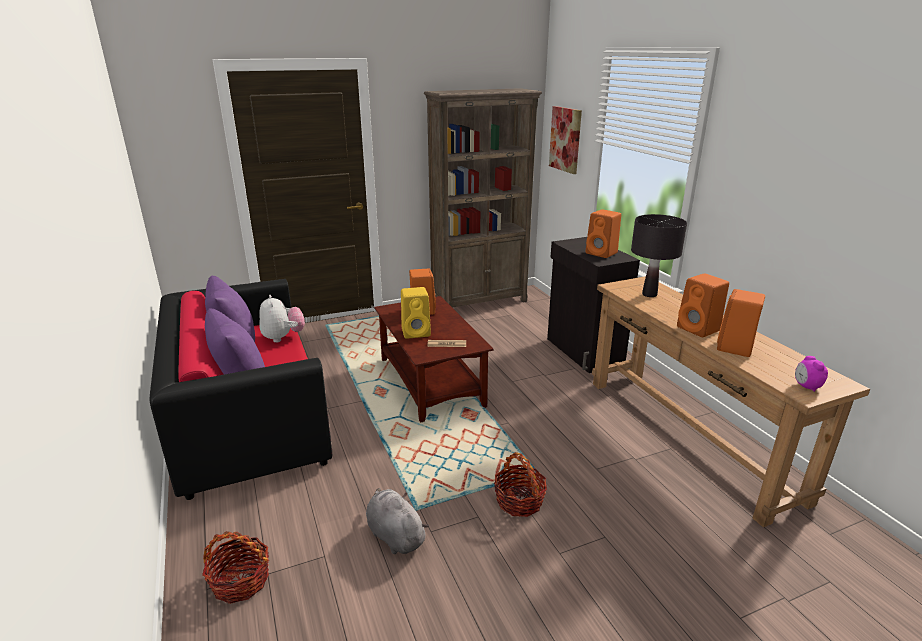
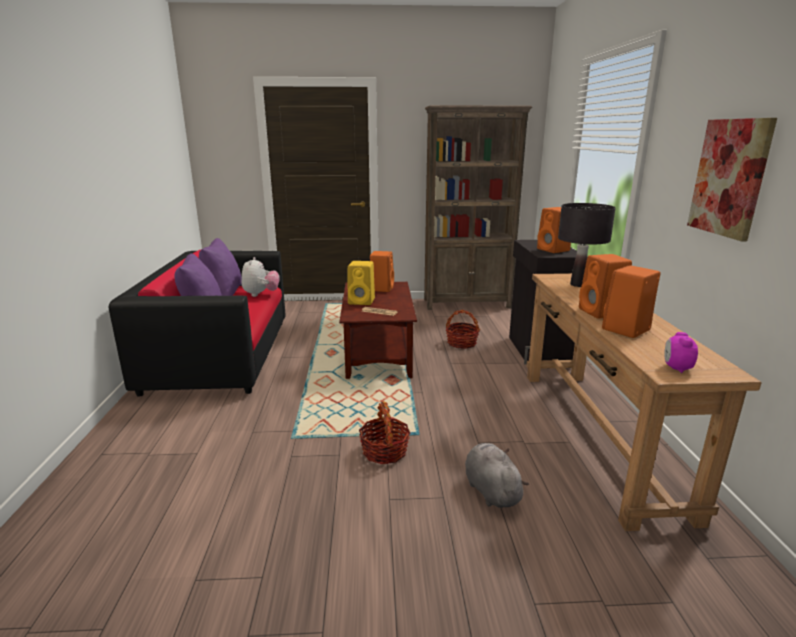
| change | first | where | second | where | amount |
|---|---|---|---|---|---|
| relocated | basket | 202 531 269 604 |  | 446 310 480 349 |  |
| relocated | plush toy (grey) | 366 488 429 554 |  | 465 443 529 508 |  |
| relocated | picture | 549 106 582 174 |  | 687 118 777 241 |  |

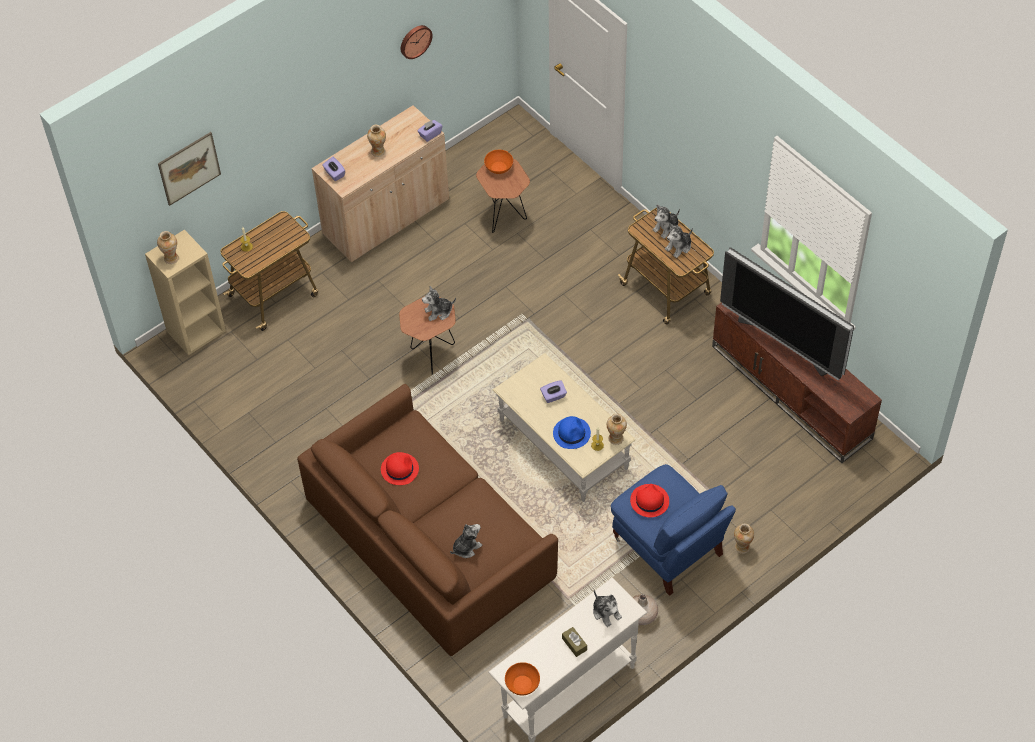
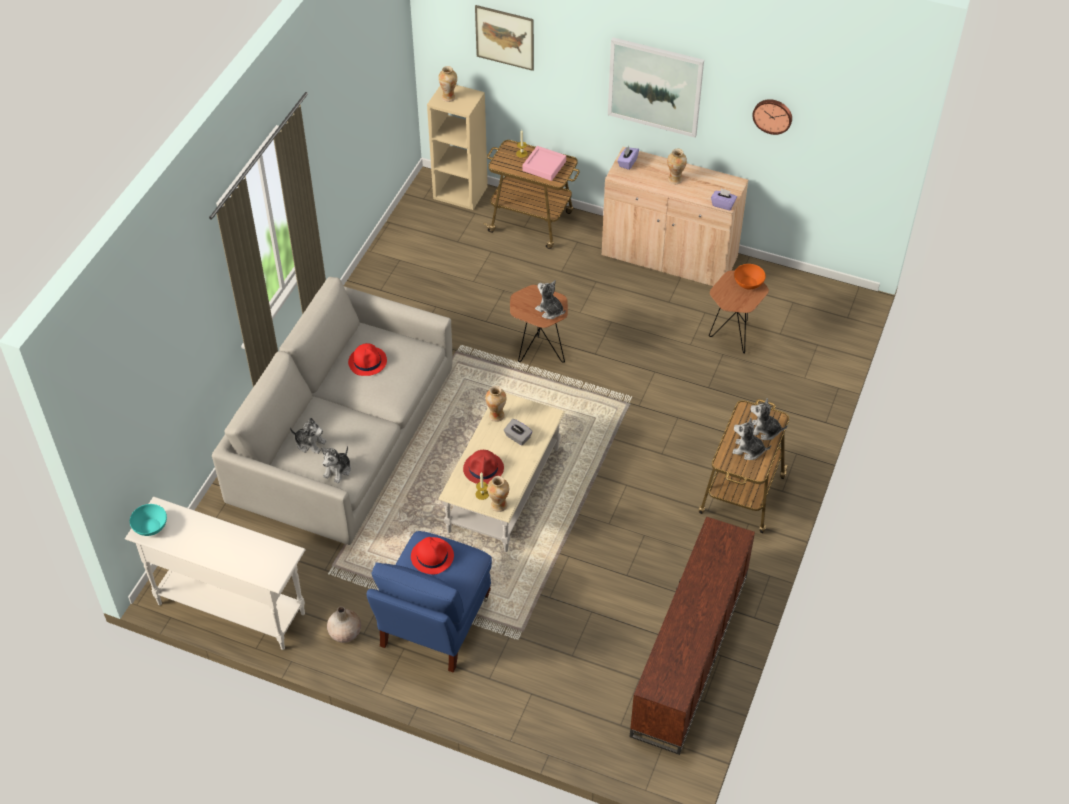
| change | first | where | second | where | amount |
|---|---|---|---|---|---|
| colour | sofa (brown) | 297 384 558 656 | sofa (grey) | 212 277 453 545 |  |
| colour | bowl (orange) | 505 662 540 695 | bowl (turquoise) | 130 504 167 536 |  |
| colour | tissue box (purple) | 540 380 567 403 | tissue box (grey) | 504 419 532 445 |  |
| colour | hat (blue) | 553 416 591 449 | hat (red) | 463 450 504 484 |  |
| missing | tissue box (brown) | 562 627 587 657 |  |  |  |
| relocated | plush toy | 593 590 622 627 |  | 321 446 351 484 |  |
| missing | television | 720 247 854 380 |  |  |  |
| relocated | vase | 734 523 754 554 |  | 485 386 506 422 |  |
| appeared |  |  | tray (pink) | 522 146 566 181 |  |
| appeared |  |  | picture | 608 37 704 138 |  |

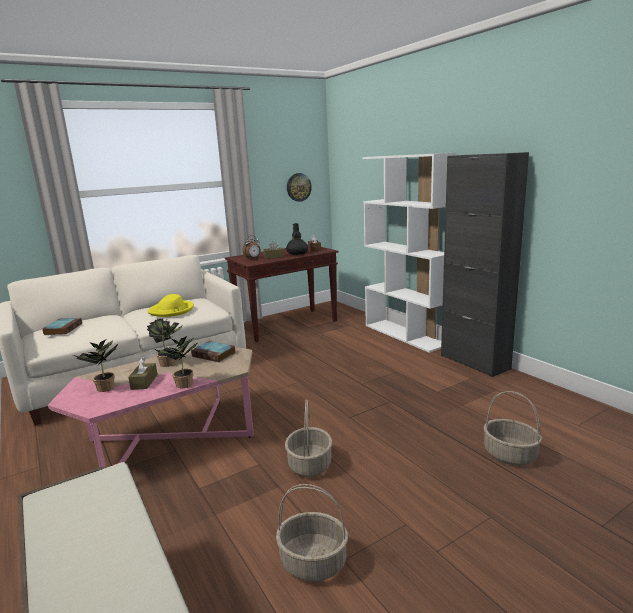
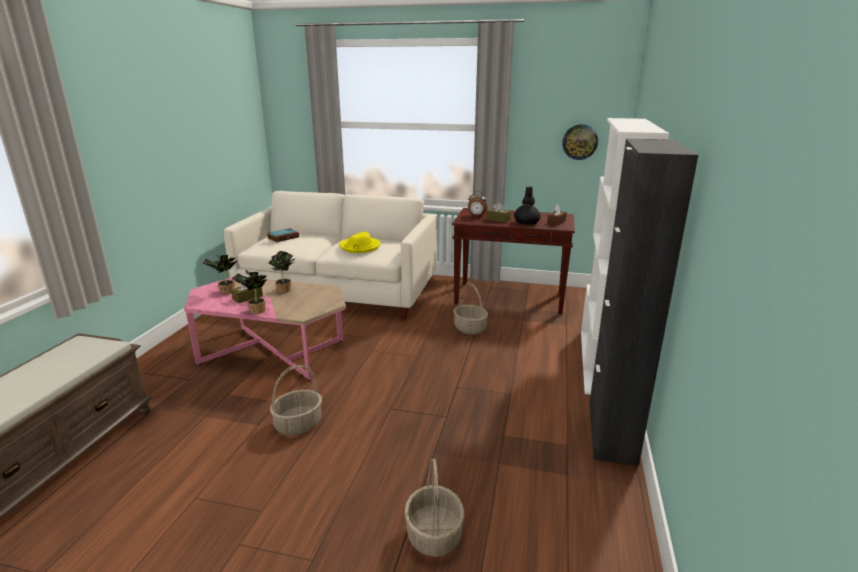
| change | first | where | second | where | amount |
|---|---|---|---|---|---|
| missing | book | 191 341 235 362 |  |  |  |
| relocated | basket | 276 484 348 581 |  | 453 283 488 335 |  |

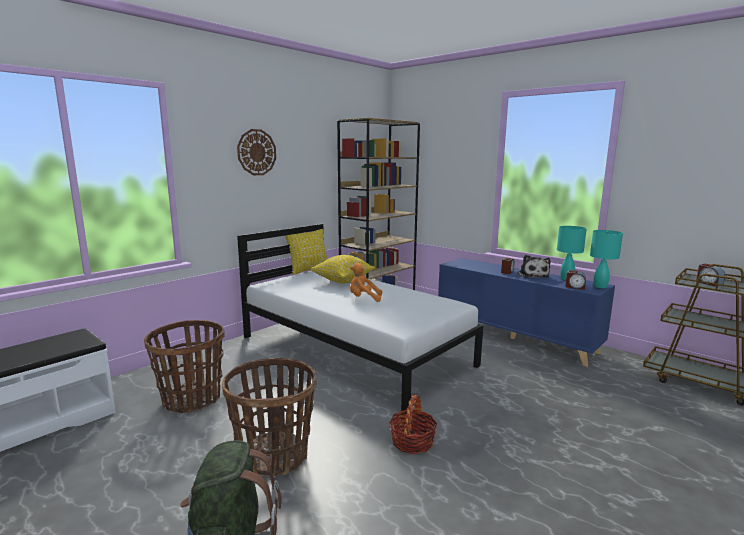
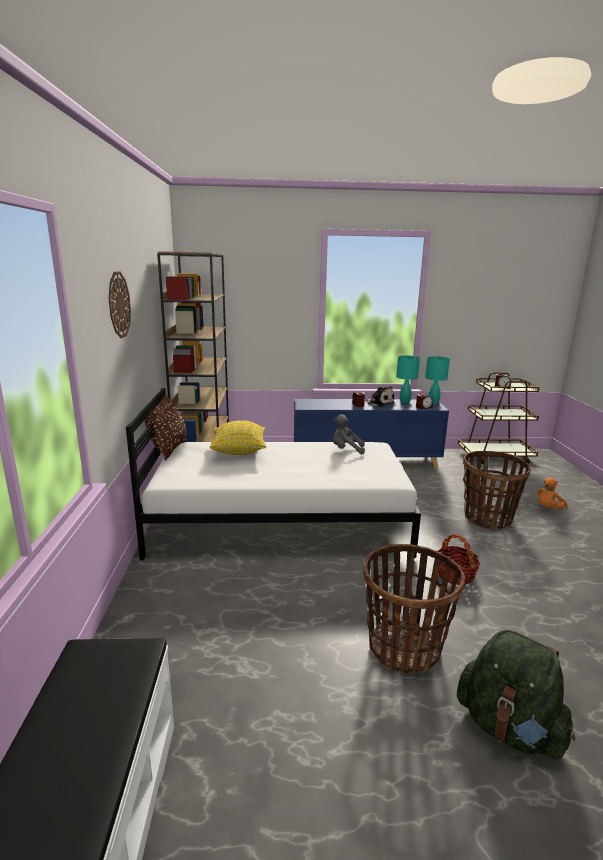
| change | first | where | second | where | amount |
|---|---|---|---|---|---|
| relocated | basket | 144 320 225 413 |  | 463 451 531 530 |  |
| colour | pillow (yellow) | 285 229 328 275 | pillow (brown) | 144 395 187 460 |  |
| relocated | plush toy (orange) | 350 263 382 302 |  | 537 478 567 510 |  |
| appeared |  |  | plush toy (grey) | 333 414 365 454 |  |

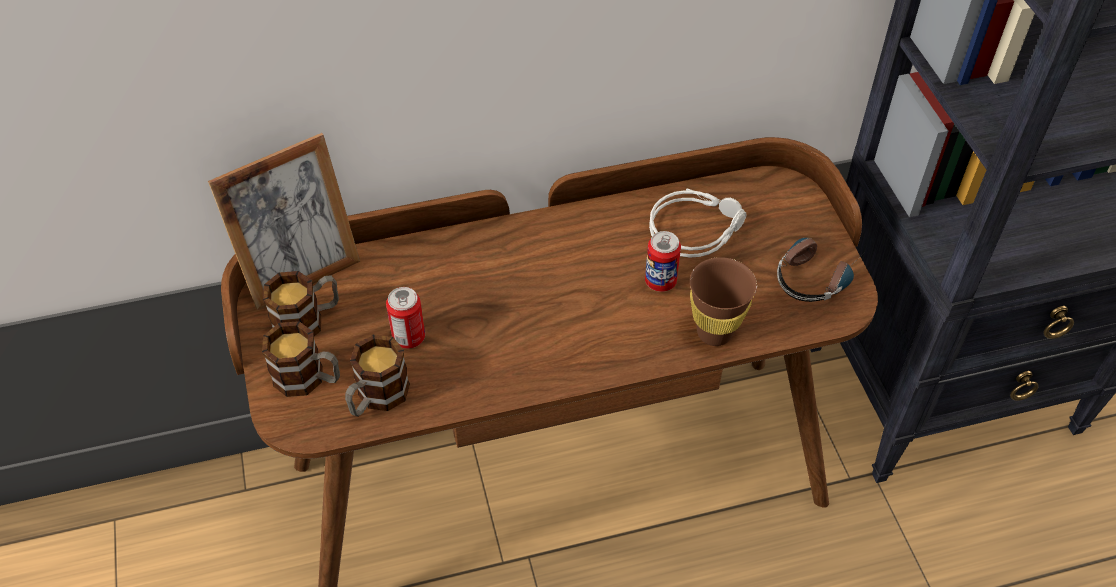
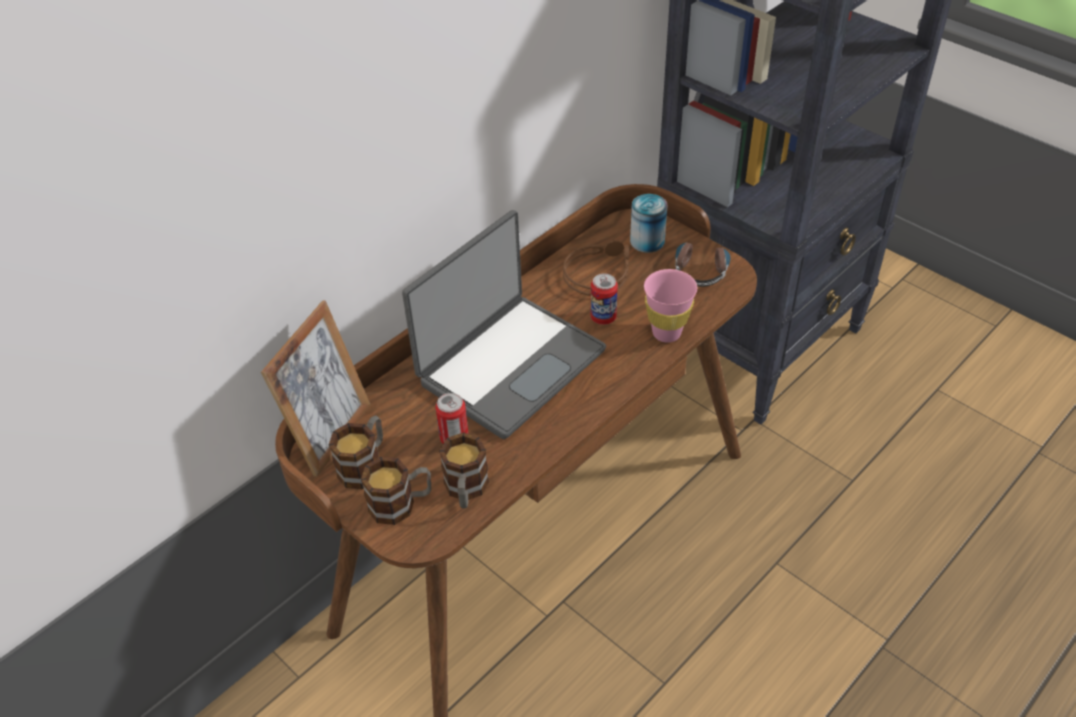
| change | first | where | second | where | amount |
|---|---|---|---|---|---|
| colour | headphones (grey) | 649 189 746 257 | headphones (brown) | 563 240 629 296 |  |
| colour | cup (brown) | 690 257 757 346 | cup (pink) | 644 269 697 343 |  |
| appeared |  |  | laptop | 402 210 606 439 |  |
| appeared |  |  | can | 630 194 668 253 |  |

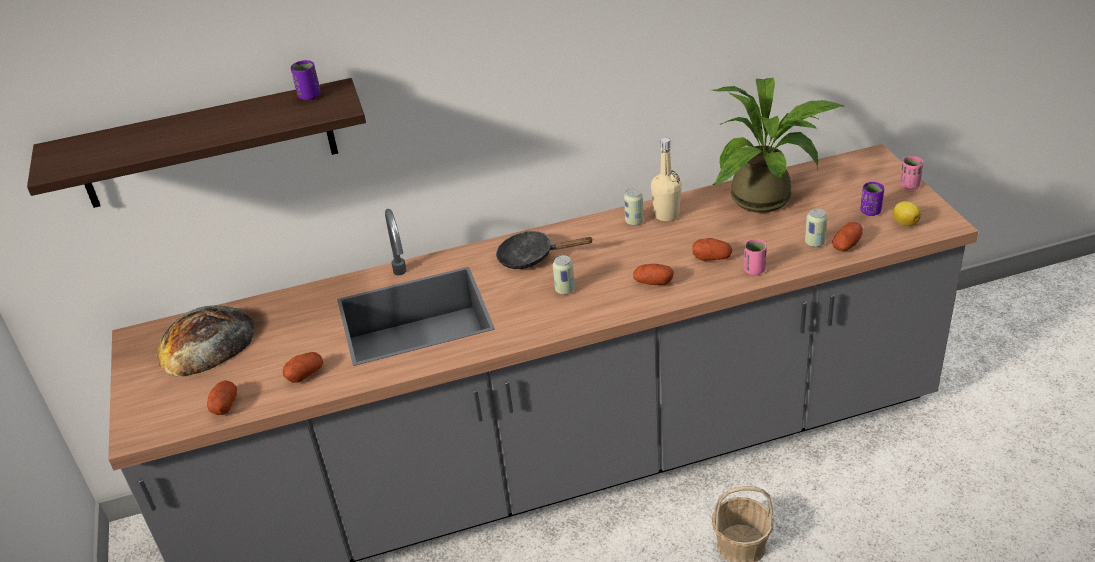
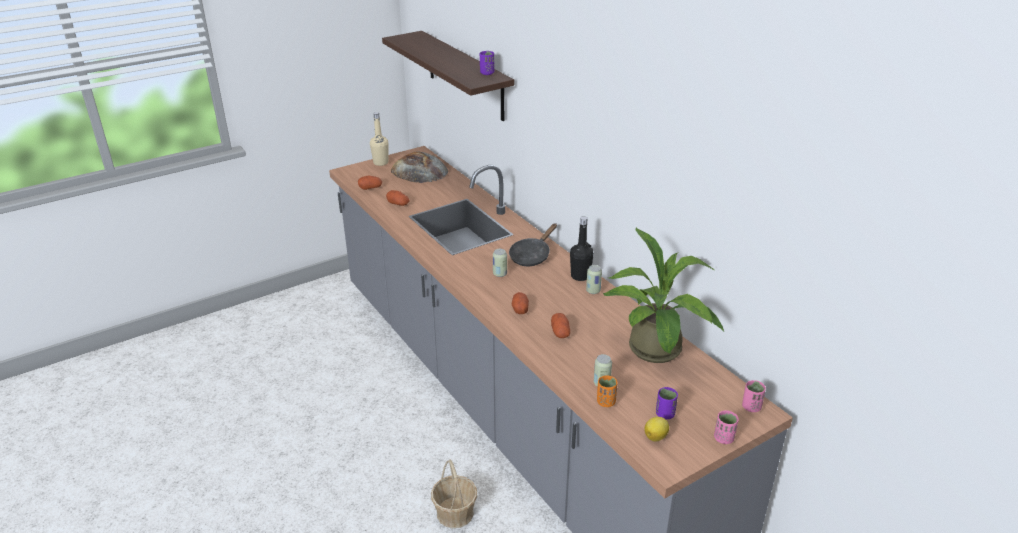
| change | first | where | second | where | amount |
|---|---|---|---|---|---|
| spun | frying pan (black) | 496 231 594 269 |  | 509 223 557 266 | 135 degrees counterclockwise |
| relocated | bottle (beige) | 651 138 682 221 |  | 370 112 388 166 |  |
| relocated | cup (pink) | 744 239 767 275 |  | 742 380 766 412 |  |
| exchanged | potato | 832 222 863 251 | cup (orange) | 597 375 618 407 |  |
| appeared |  |  | bottle (black) | 570 216 594 281 |  |

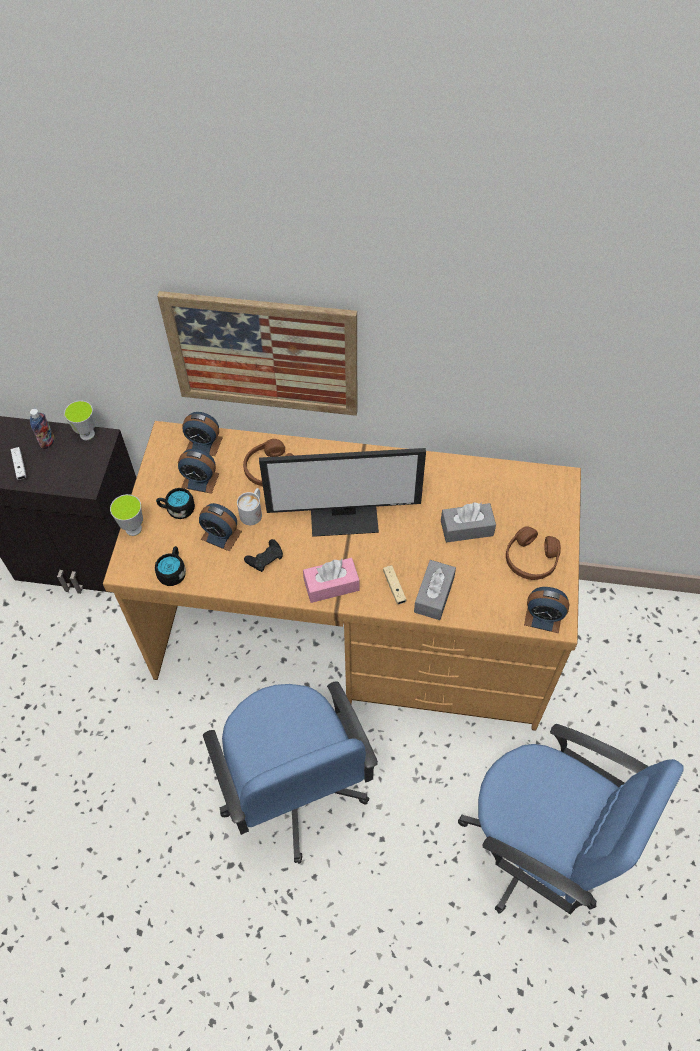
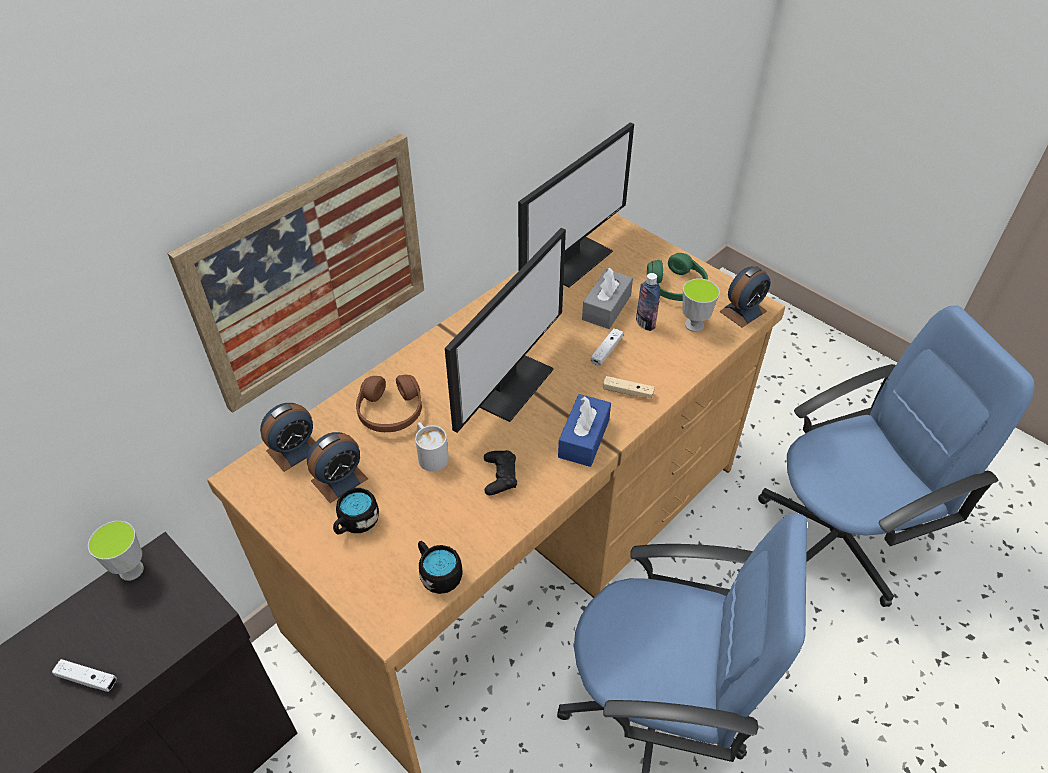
| change | first | where | second | where | amount |
|---|---|---|---|---|---|
| relocated | bottle | 30 409 55 450 |  | 636 273 661 331 |  |
| relocated | cup | 110 494 143 536 |  | 682 279 720 332 |  |
| missing | alarm clock | 199 503 242 552 |  |  |  |
| colour | tissue box (pink) | 303 558 359 603 | tissue box (blue) | 558 394 611 467 |  |
| missing | tissue box (grey) | 414 560 456 620 |  |  |  |
| colour | headphones (brown) | 506 527 561 580 | headphones (green) | 647 253 708 301 |  |
| appeared |  |  | monitor | 518 122 634 288 |  |
| appeared |  |  | game controller (white) | 591 328 623 366 |  |

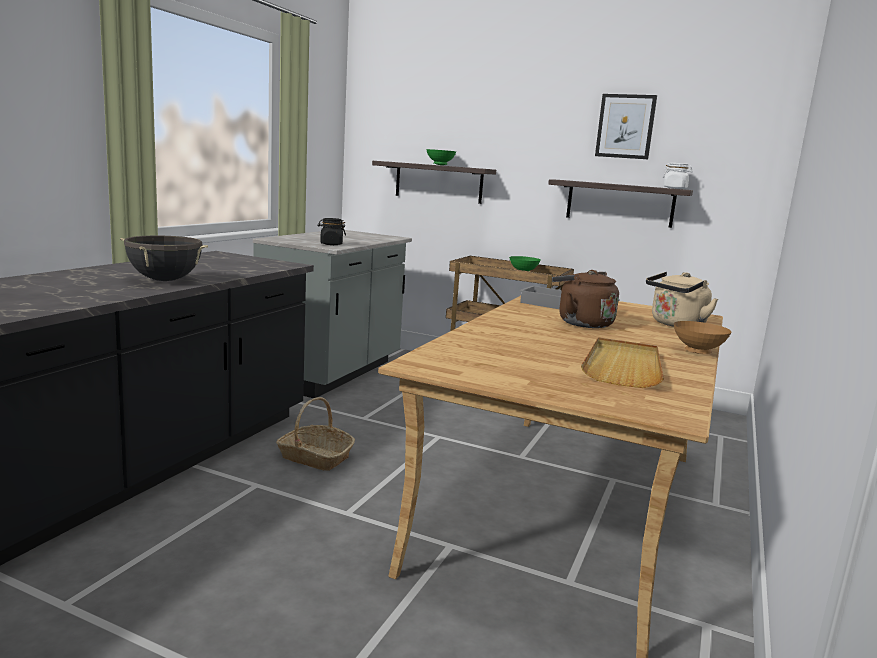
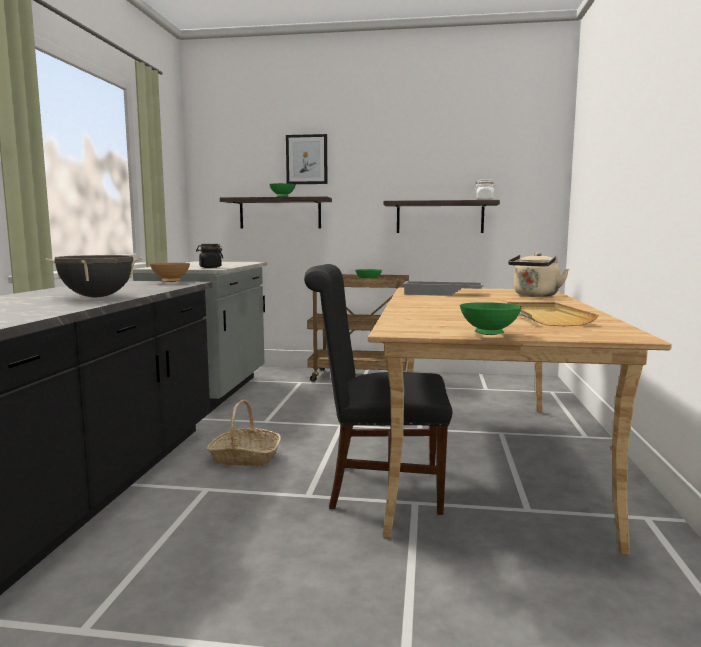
| change | first | where | second | where | amount |
|---|---|---|---|---|---|
| missing | kettle (brown) | 552 270 619 328 |  |  |  |
| relocated | picture | 595 94 657 159 |  | 286 134 327 184 |  |
| relocated | bowl (brown) | 674 321 731 354 |  | 150 263 190 282 |  |
| appeared |  |  | chair (black) | 304 264 452 515 |  |
| appeared |  |  | bowl (green) | 460 302 522 335 |  |

